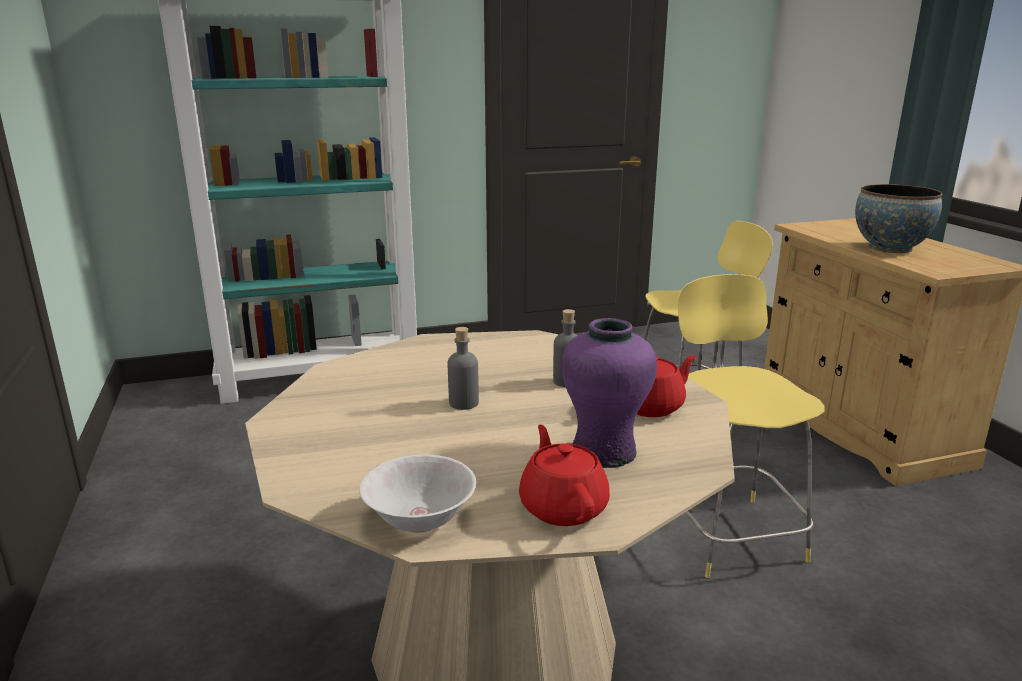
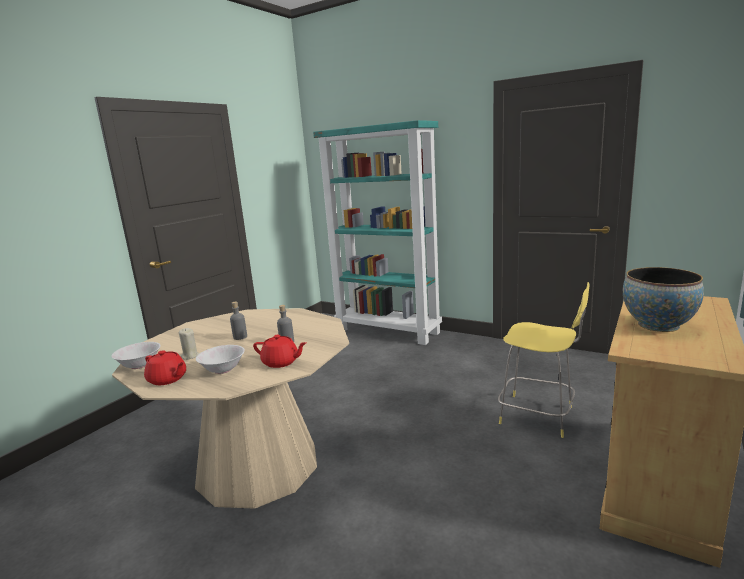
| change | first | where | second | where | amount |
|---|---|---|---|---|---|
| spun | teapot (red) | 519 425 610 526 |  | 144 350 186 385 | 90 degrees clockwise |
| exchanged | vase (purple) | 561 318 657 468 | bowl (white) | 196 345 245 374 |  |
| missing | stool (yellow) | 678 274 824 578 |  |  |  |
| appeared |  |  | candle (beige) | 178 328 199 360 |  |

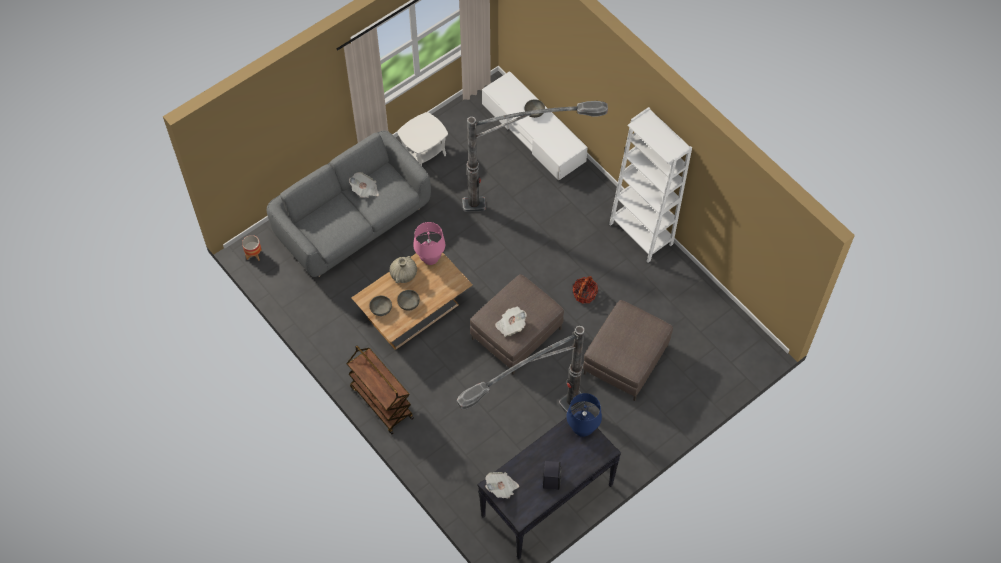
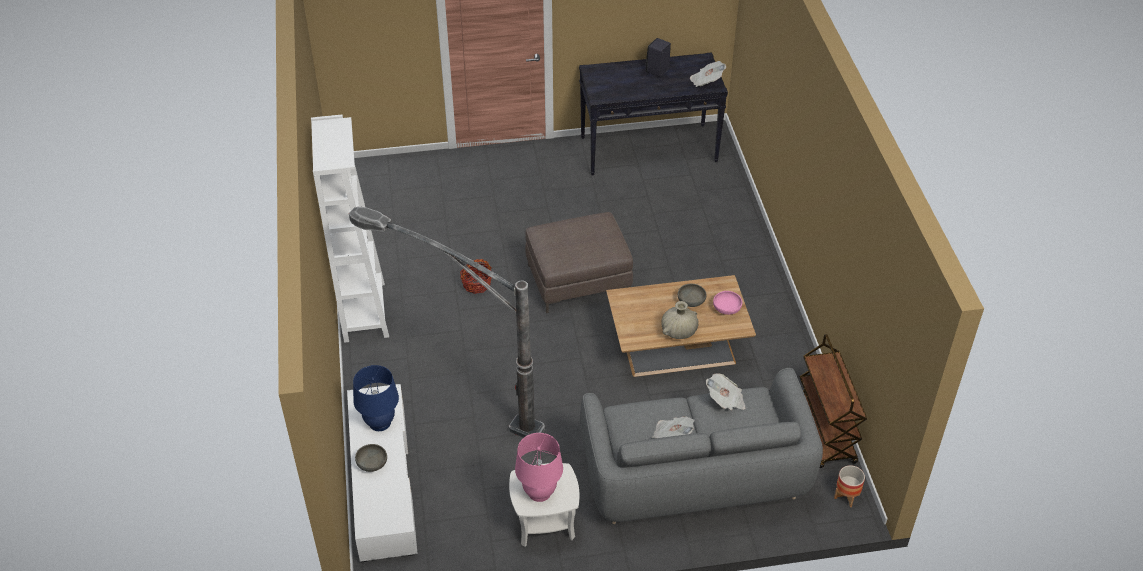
| change | first | where | second | where | amount |
|---|---|---|---|---|---|
| relocated | cart (brown) | 346 346 414 434 |  | 799 334 867 468 |  |
| colour | bowl (grey) | 369 295 392 316 | bowl (pink) | 713 291 742 315 |  |
| relocated | table lamp (pink) | 413 222 445 265 |  | 515 433 563 502 |  |
| missing | floor lamp | 457 326 585 413 |  |  |  |
| relocated | newspaper | 495 307 527 337 |  | 706 374 746 410 |  |
| relocated | table lamp (blue) | 567 393 602 437 |  | 353 365 399 431 |  |
| missing | ottoman (brown) | 583 300 673 401 |  |  |  |

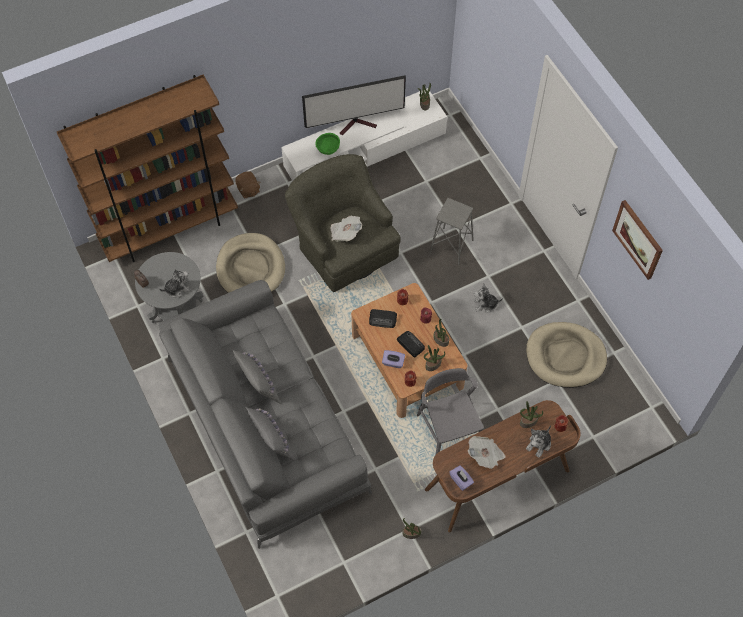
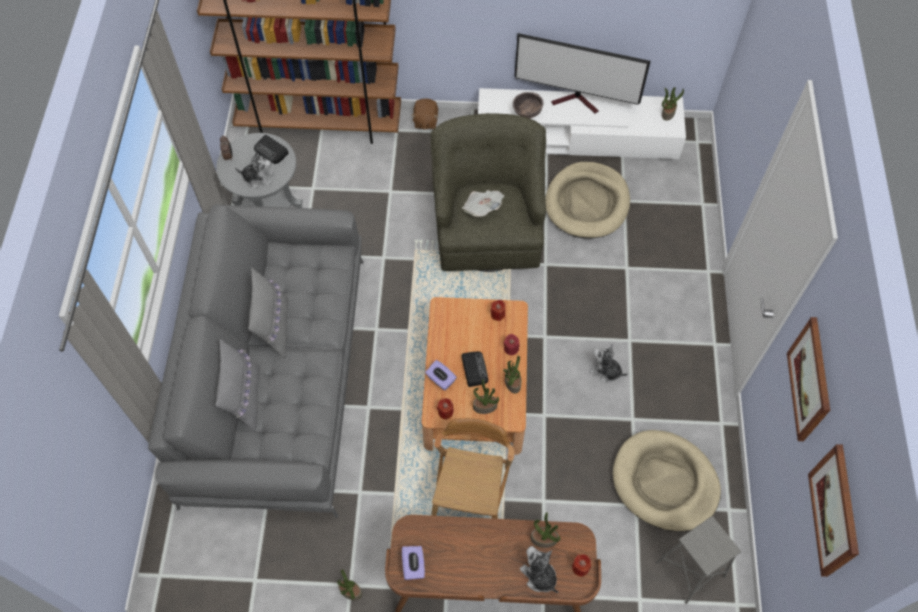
| change | first | where | second | where | amount |
|---|---|---|---|---|---|
| relocated | dog bed (beige) | 216 233 285 293 |  | 545 162 630 239 |  |
| colour | bowl (green) | 315 133 340 155 | bowl (brown) | 513 92 544 119 |  |
| relocated | radio | 369 309 397 328 |  | 254 135 289 164 |  |
| colour | chair (grey) | 417 368 484 454 | chair (brown) | 432 418 515 519 |  |
| relocated | stool (grey) | 429 198 474 265 |  | 655 516 741 604 |  |
| missing | newspaper | 467 436 505 469 |  |  |  |
| spun | plush toy | 526 425 551 458 |  | 520 546 558 593 | 75 degrees clockwise |
| appeared |  |  | picture | 808 444 859 577 |  |

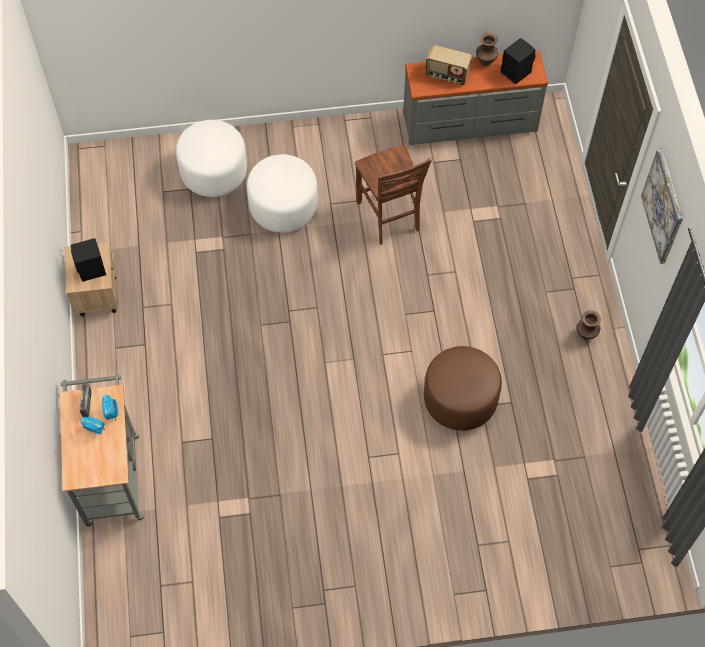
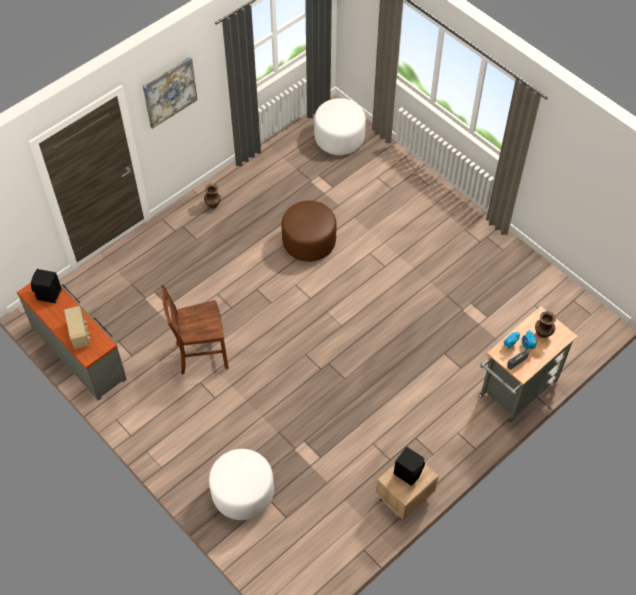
| change | first | where | second | where | amount |
|---|---|---|---|---|---|
| relocated | ottoman (white) | 247 154 318 233 |  | 314 98 366 155 |  |
| spun | chair (brown) | 355 145 432 245 |  | 161 285 229 375 | 135 degrees counterclockwise |
| relocated | vase (brown) | 476 32 498 66 |  | 535 311 556 338 |  |

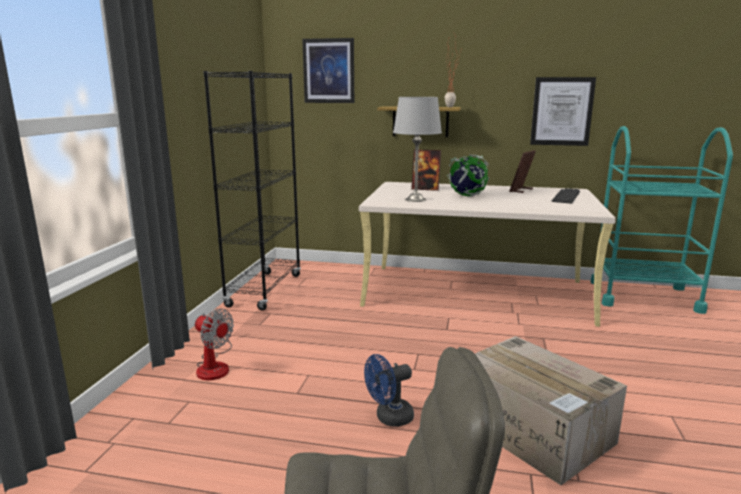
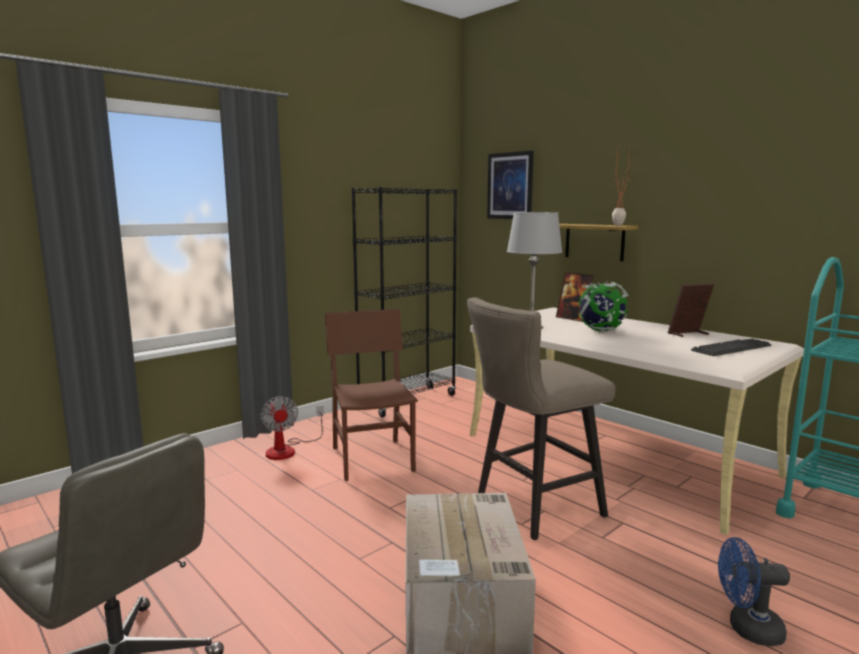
| change | first | where | second | where | amount |
|---|---|---|---|---|---|
| relocated | fan (blue) | 364 354 414 427 |  | 718 537 790 646 |  |
| missing | picture | 530 77 596 146 |  |  |  |
| appeared |  |  | chair (brown) | 325 309 418 481 |  |
| appeared |  |  | stool (beige) | 467 297 616 540 |  |

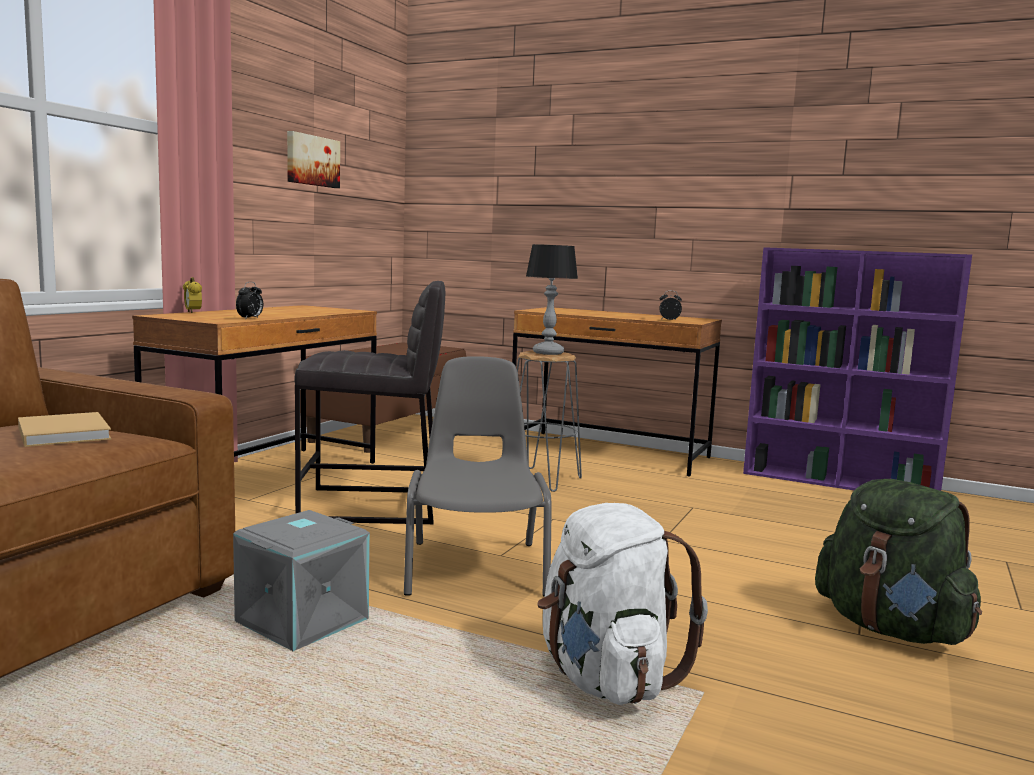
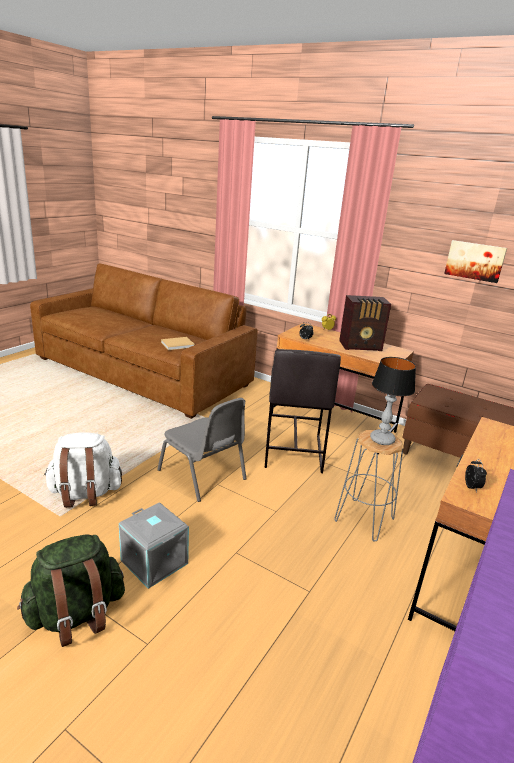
| change | first | where | second | where | amount |
|---|---|---|---|---|---|
| relocated | storage box (grey) | 233 510 370 651 |  | 119 502 189 589 |  |
| spun | chair (grey) | 404 356 552 597 |  | 157 398 247 502 | 45 degrees clockwise |
| appeared |  |  | radio | 339 295 391 351 |  |

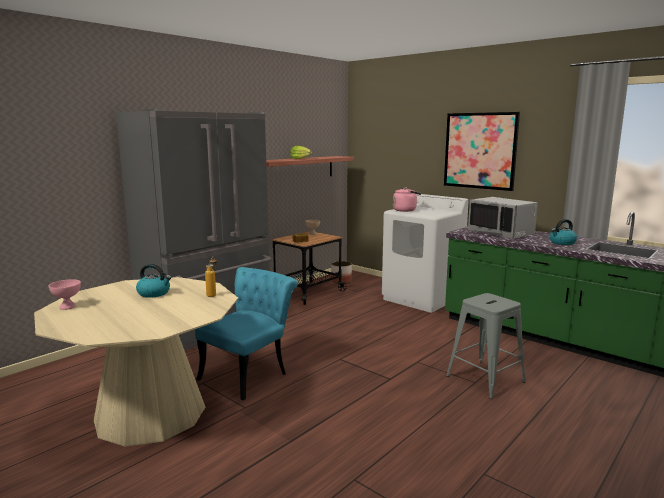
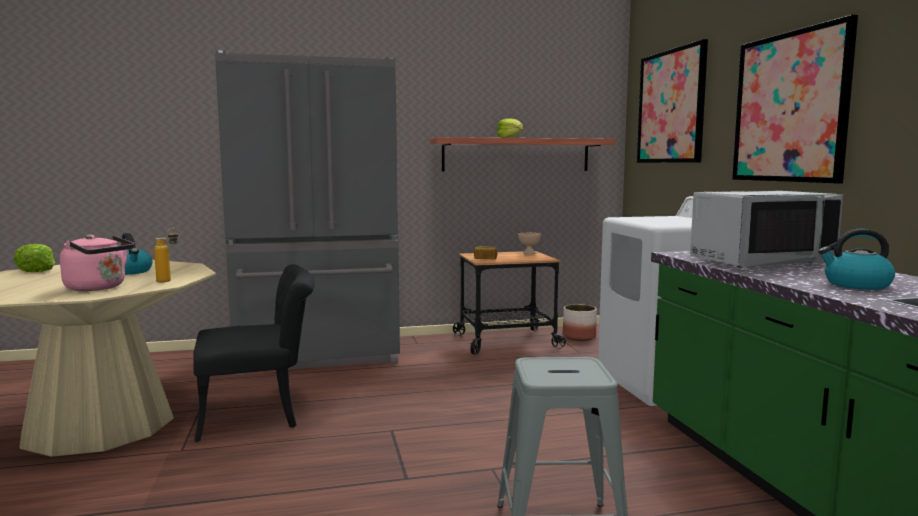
| change | first | where | second | where | amount |
|---|---|---|---|---|---|
| exchanged | bowl (pink) | 49 279 81 310 | lettuce | 14 244 55 272 |  |
| colour | chair (turquoise) | 195 267 298 400 | chair (black) | 193 264 315 442 |  |
| relocated | kettle (pink) | 393 188 421 212 |  | 60 234 134 291 |  |
| spun | microwave (grey) | 468 197 538 239 |  | 690 191 843 267 | 105 degrees counterclockwise |
| appeared |  |  | picture | 637 39 708 163 |  |

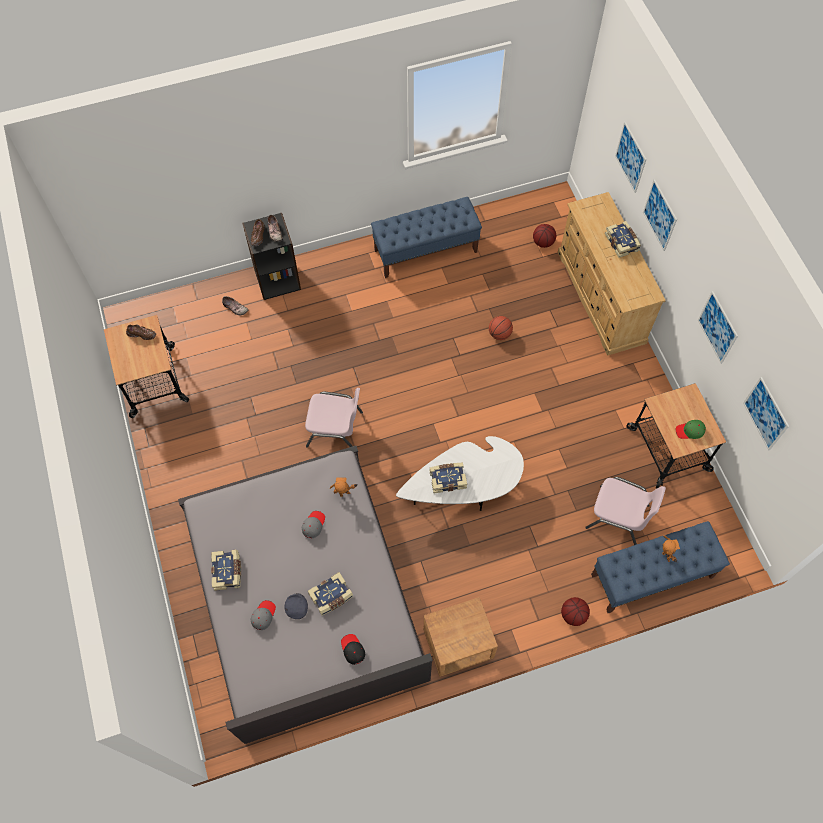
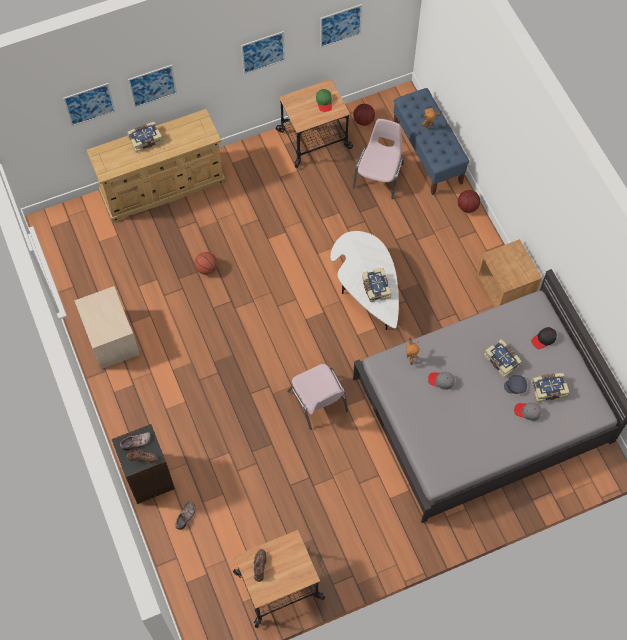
| change | first | where | second | where | amount |
|---|---|---|---|---|---|
| relocated | book | 211 550 241 591 |  | 531 373 570 402 |  |
| spun | chair (pink) | 305 388 363 448 |  | 287 364 348 430 | 150 degrees clockwise |
| exchanged | bench (blue) | 371 197 482 278 | nightstand (beige) | 75 286 140 369 |  |
| relocated | basketball | 533 224 556 248 |  | 353 104 375 126 |  |

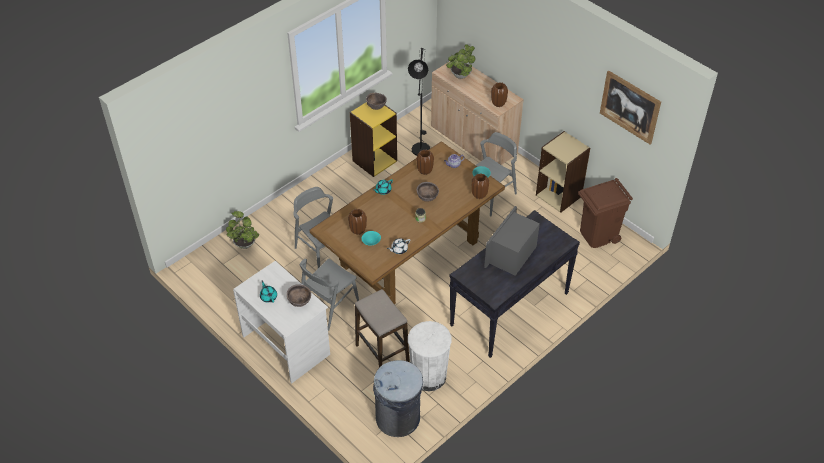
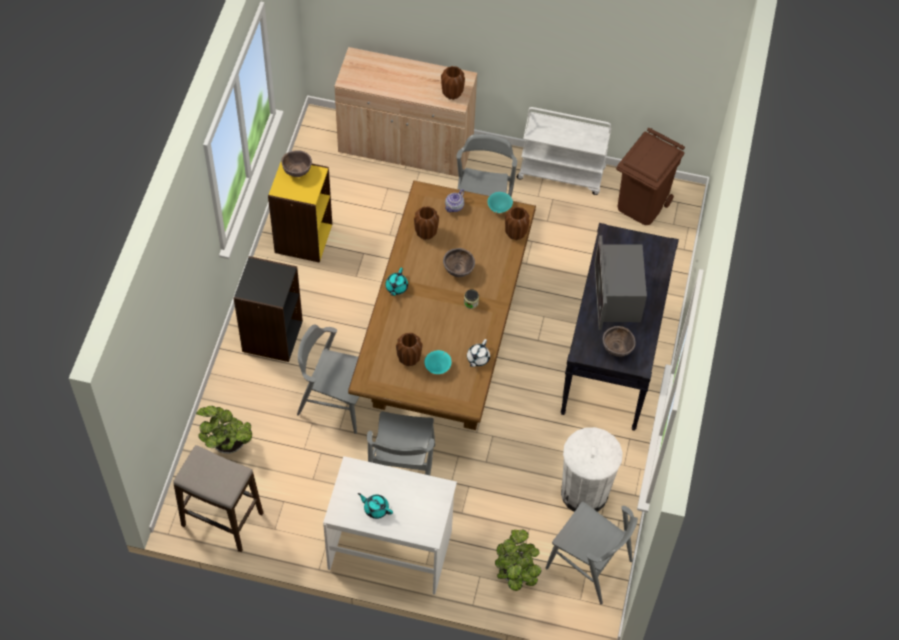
| change | first | where | second | where | amount |
|---|---|---|---|---|---|
| relocated | bowl (brown) | 286 284 311 307 |  | 603 326 636 357 |  |
| relocated | stool | 355 289 410 368 |  | 173 445 263 552 |  |
| exchanged | trash can (grey) | 373 360 423 437 | chair (grey) | 546 502 638 605 |  |
| missing | floor lamp (black) | 408 48 430 156 |  |  |  |
| relocated | potted plant | 446 44 476 79 |  | 495 530 541 591 |  |
| exchanged | bookcase (beige) | 536 131 590 213 | cart (white) | 517 107 611 195 |  |
| missing | picture | 600 70 661 144 |  |  |  |
| appeared |  |  | bookcase (black) | 234 256 303 362 |  |

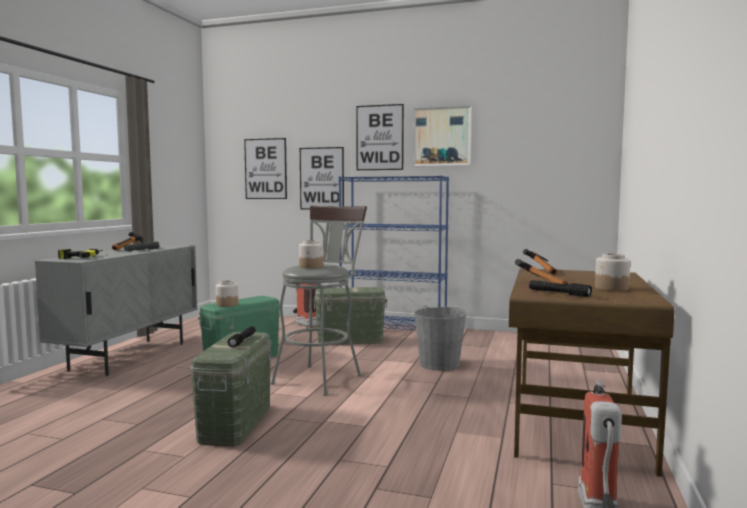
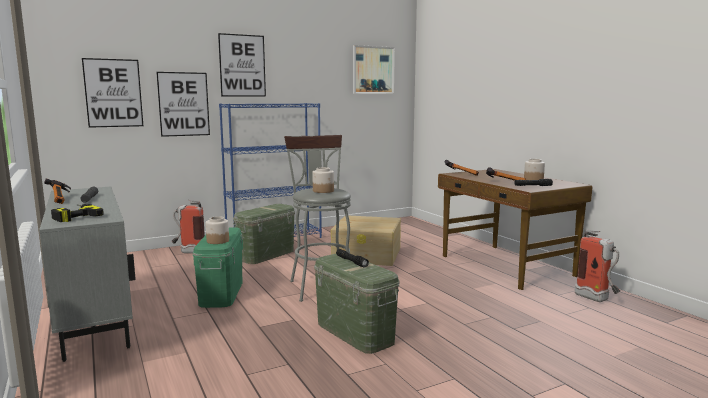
| change | first | where | second | where | amount |
|---|---|---|---|---|---|
| relocated | picture | 413 105 472 166 |  | 353 45 395 94 |  |
| exchanged | bucket (grey) | 414 305 466 371 | storage box (beige) | 331 216 401 266 |  |

